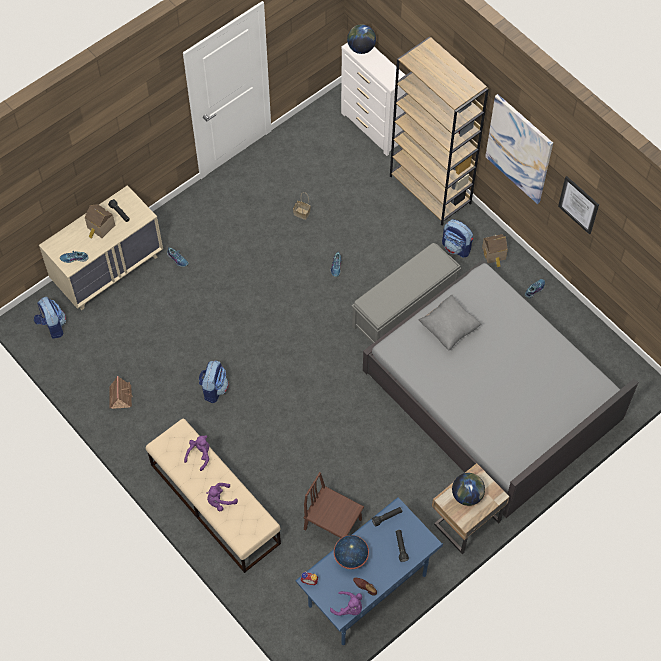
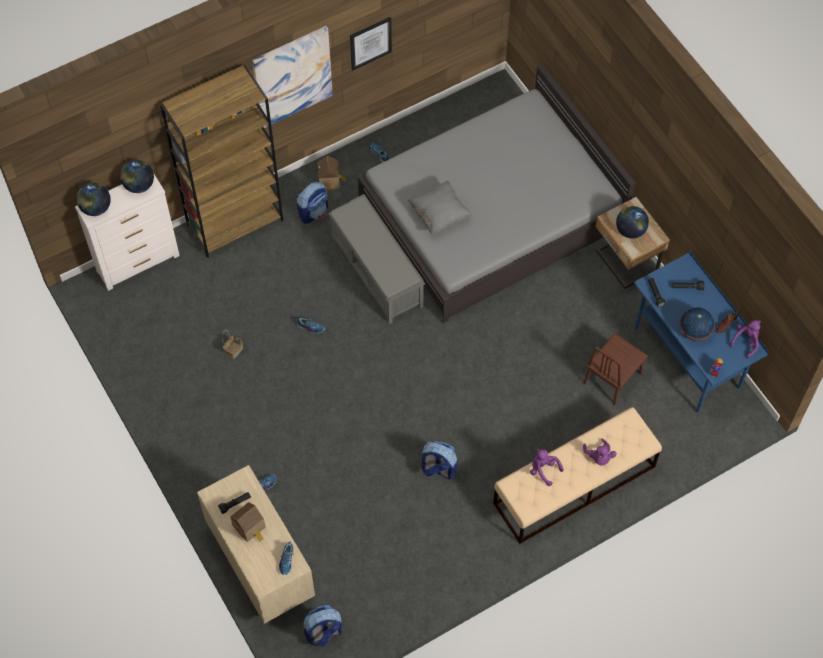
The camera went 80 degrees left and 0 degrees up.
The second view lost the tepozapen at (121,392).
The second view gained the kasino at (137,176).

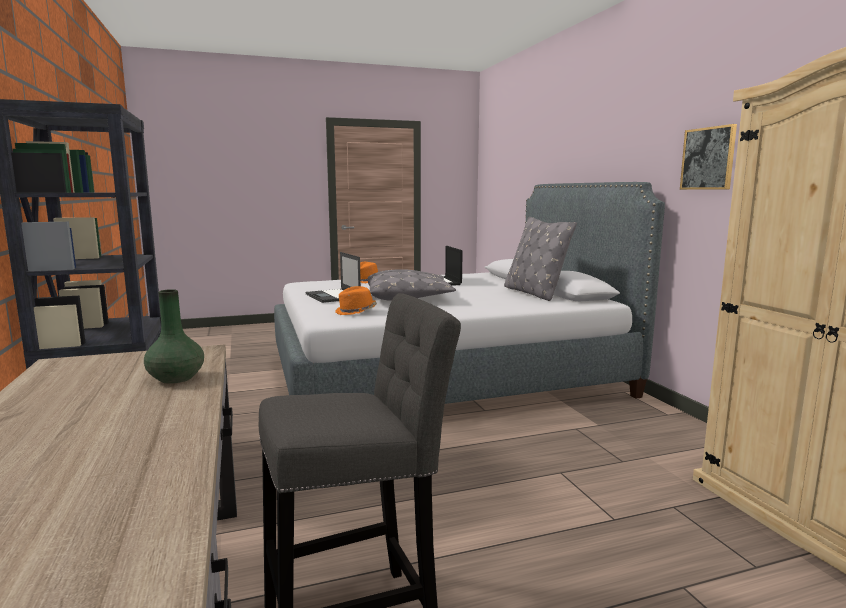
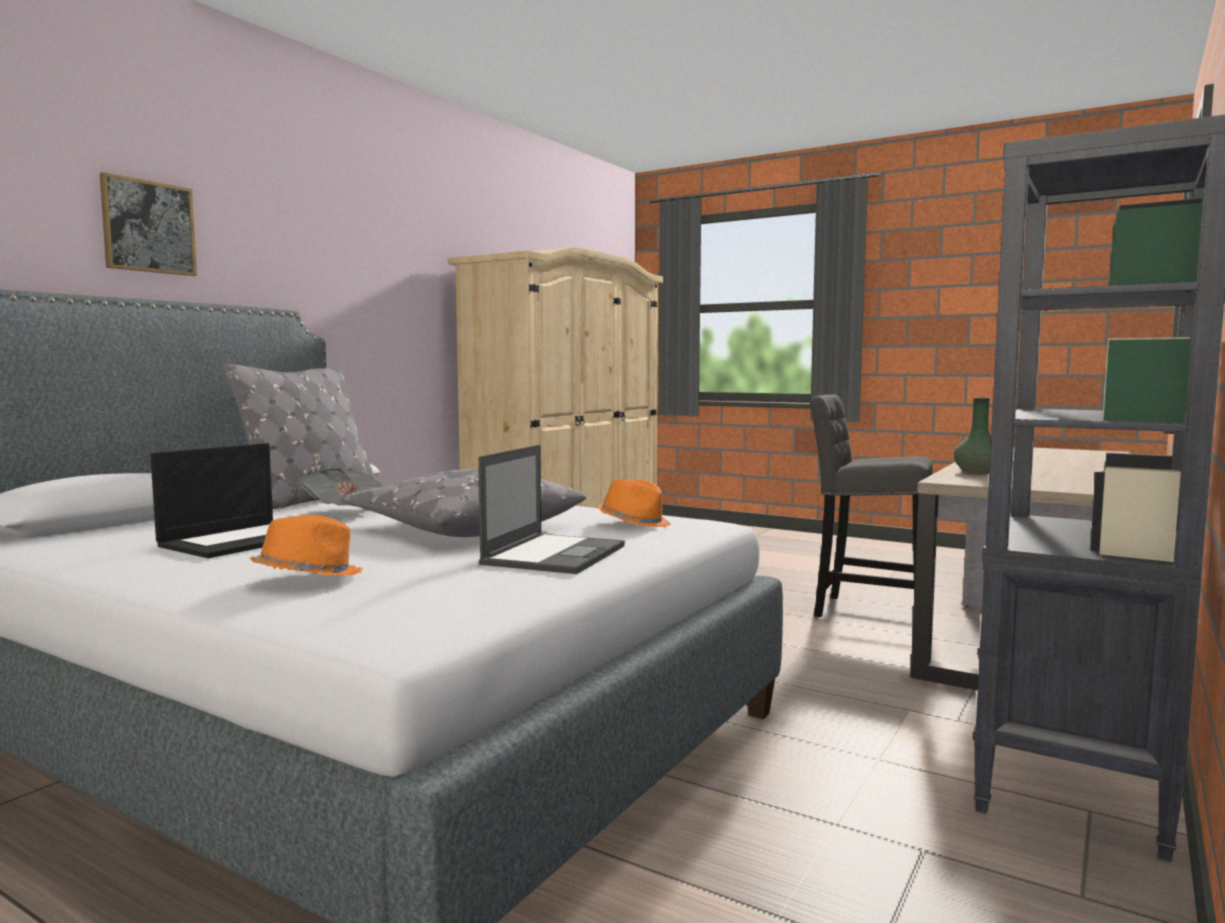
The camera went 130 degrees left and 5 degrees down.
The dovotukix ended up elsewhere, having gone from (708,157) to (148,224).
The second view gained the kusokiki at (340,487).

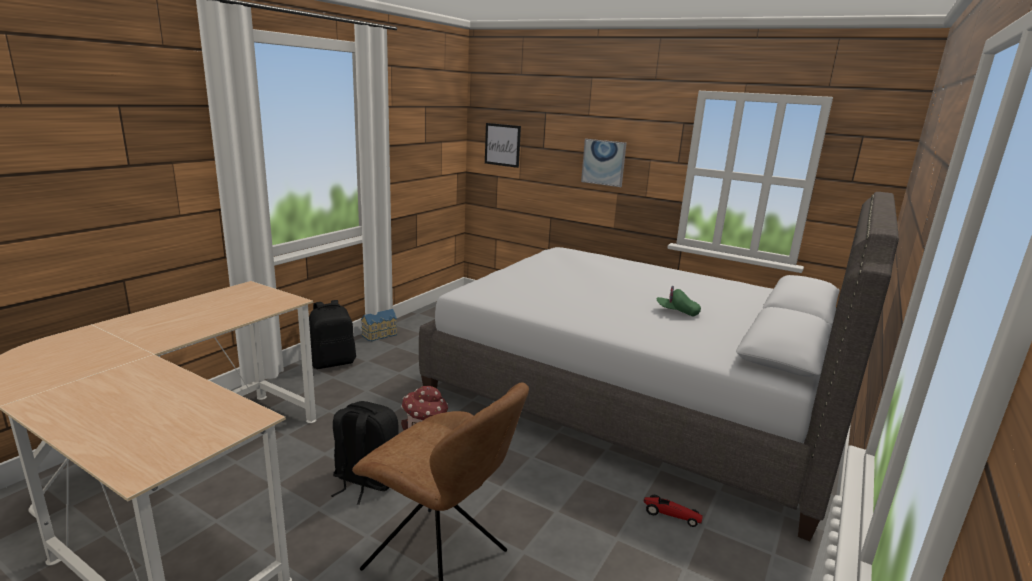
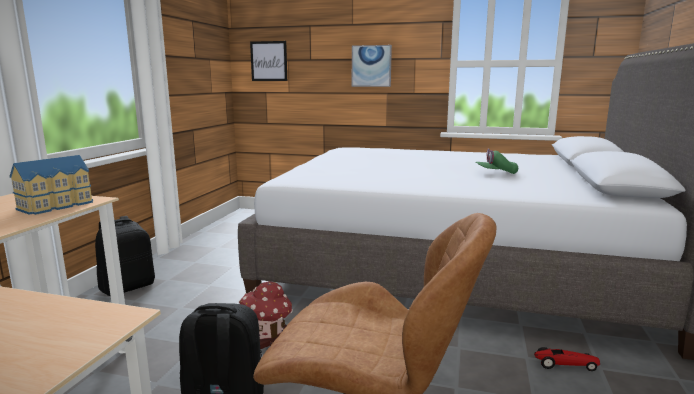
The camera went 15 degrees left and 5 degrees down.
The tepozapen ended up elsewhere, having gone from (379,325) to (51,185).

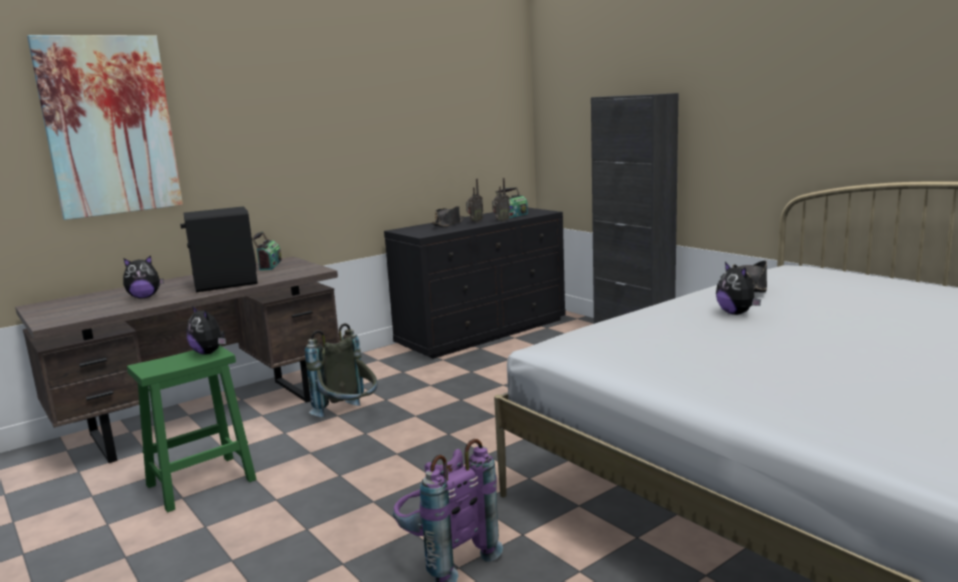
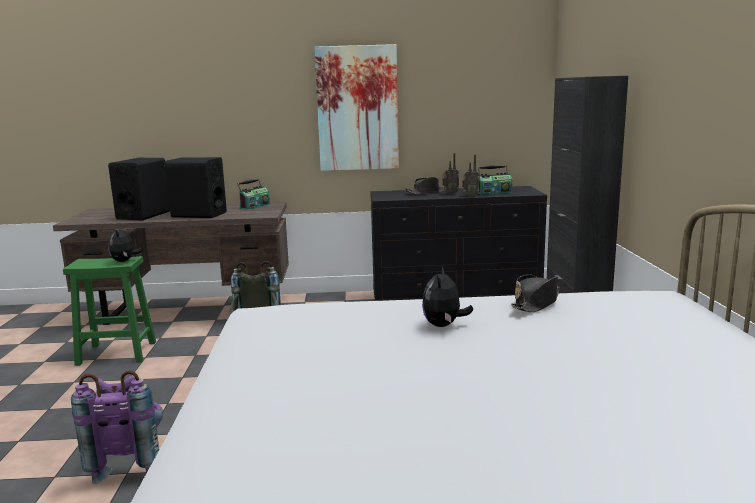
The camera went 35 degrees right and 0 degrees up.
The dovotukix ended up elsewhere, having gone from (105,127) to (356,107).
Where the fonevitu stood at (143,276), the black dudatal came to stand at (139,189).

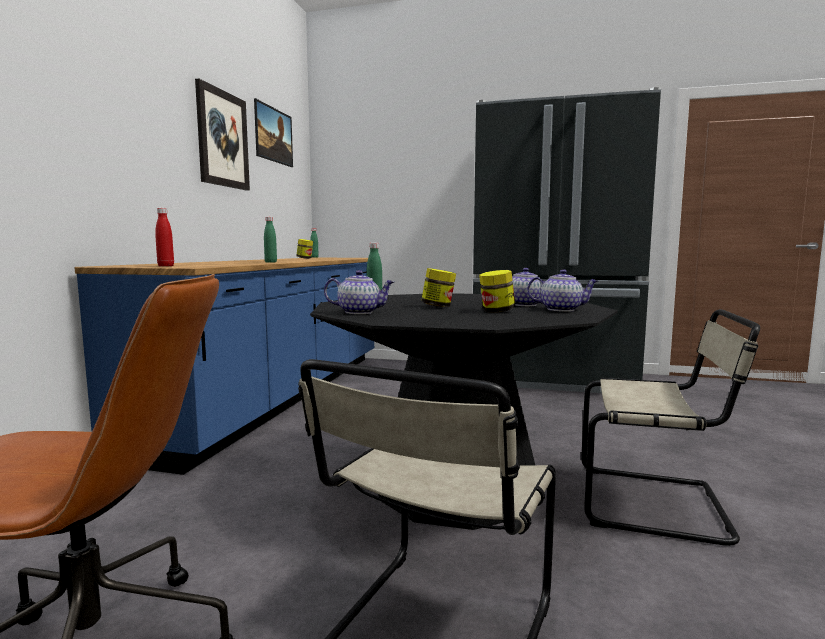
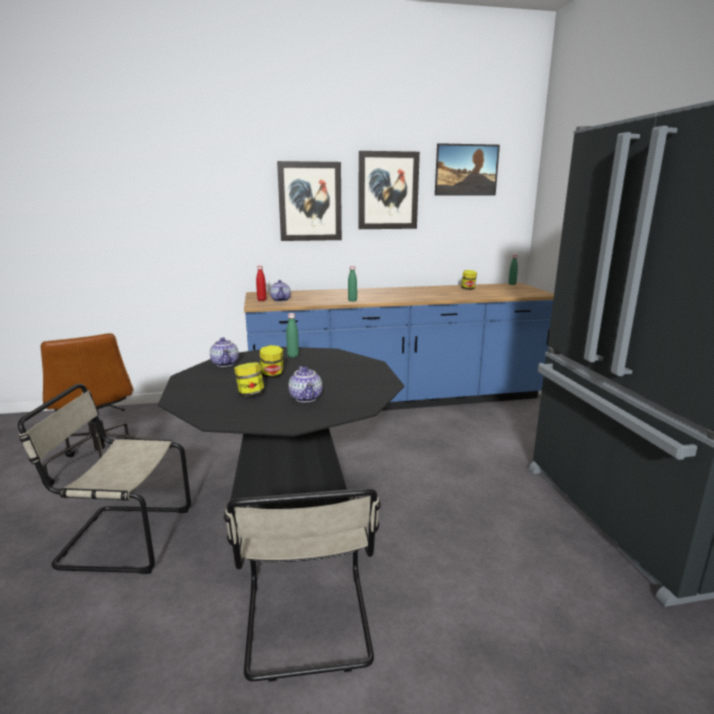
The camera went 65 degrees right and 10 degrees up.
The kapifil ended up elsewhere, having gone from (562,290) to (280,291).
The second view gained the dovotukix at (309,201).

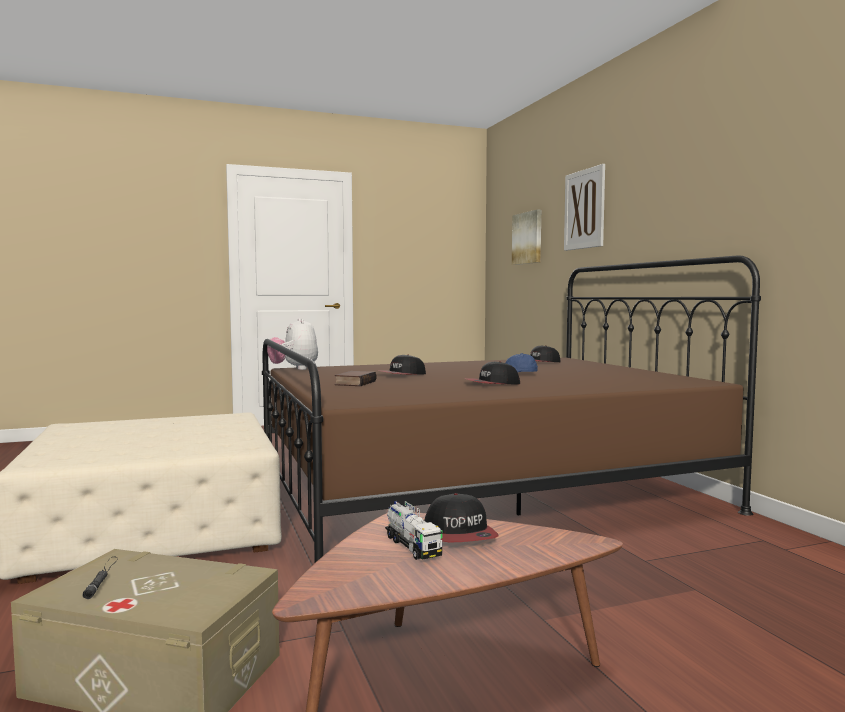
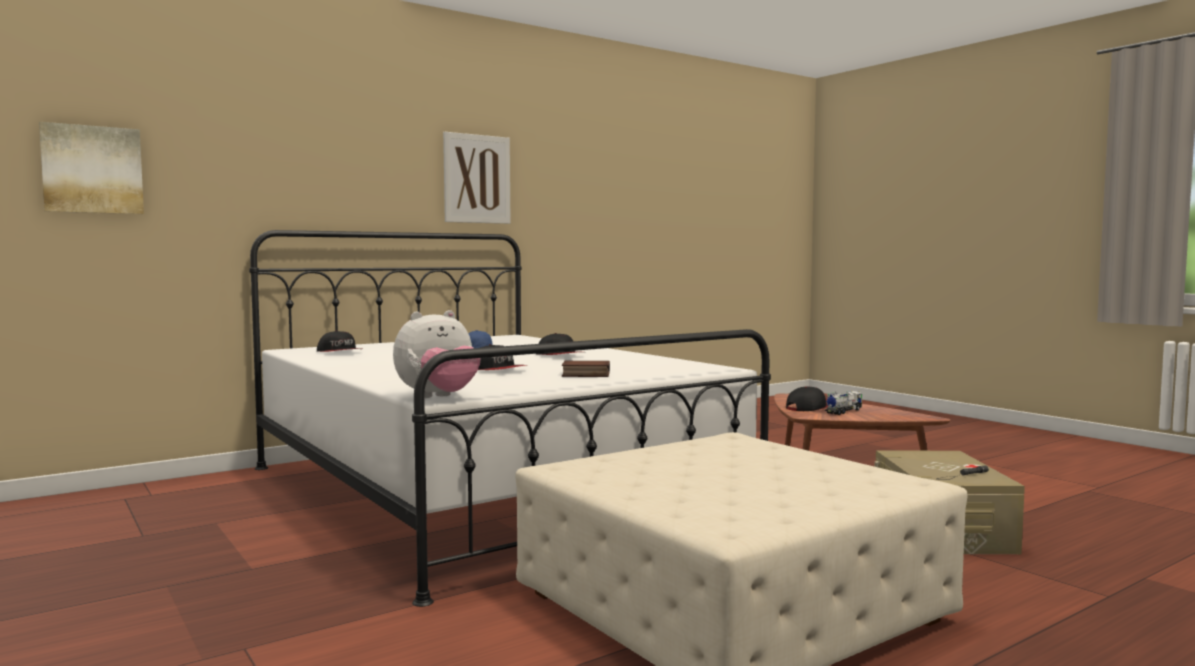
The camera went 105 degrees left and 0 degrees up.
The dovotukix ended up elsewhere, having gone from (584,207) to (477,178).
What was the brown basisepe at (511,409) turned into the white basisepe at (510,418).

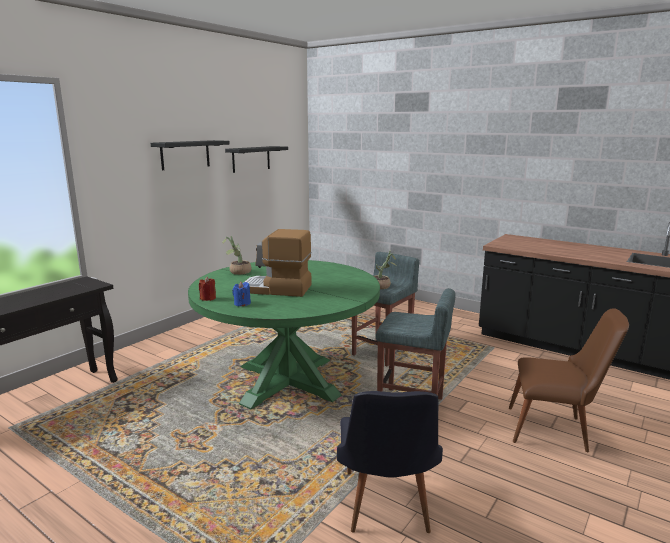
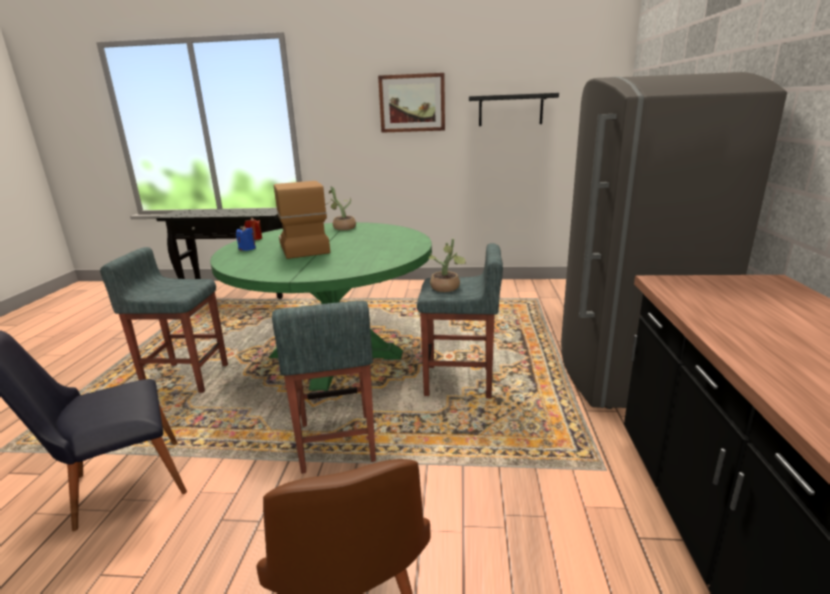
The camera went 60 degrees right and 5 degrees up.
Where the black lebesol hung at (190,155), the dovotukix came to hang at (411,103).
The second view gained the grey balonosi at (674,240).
The second view gained the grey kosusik at (164,320).

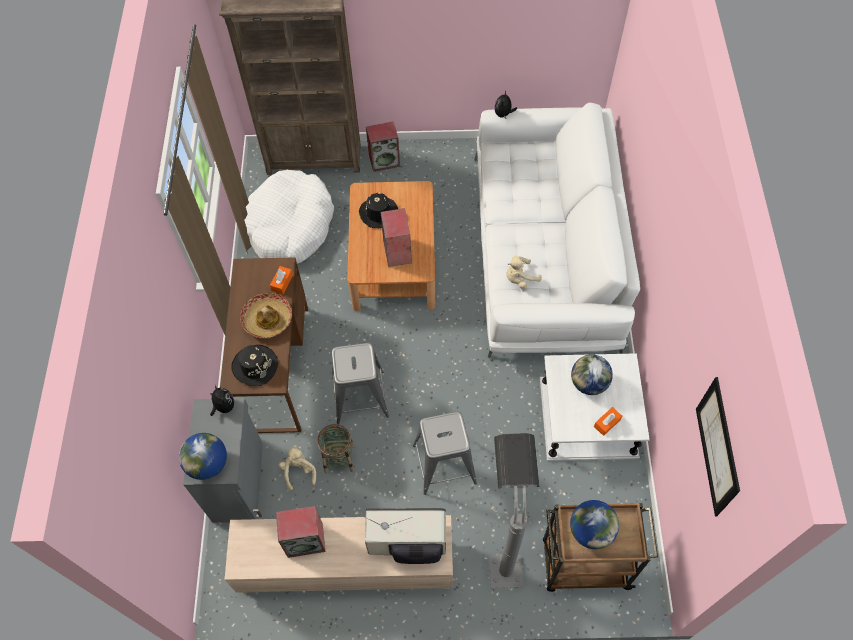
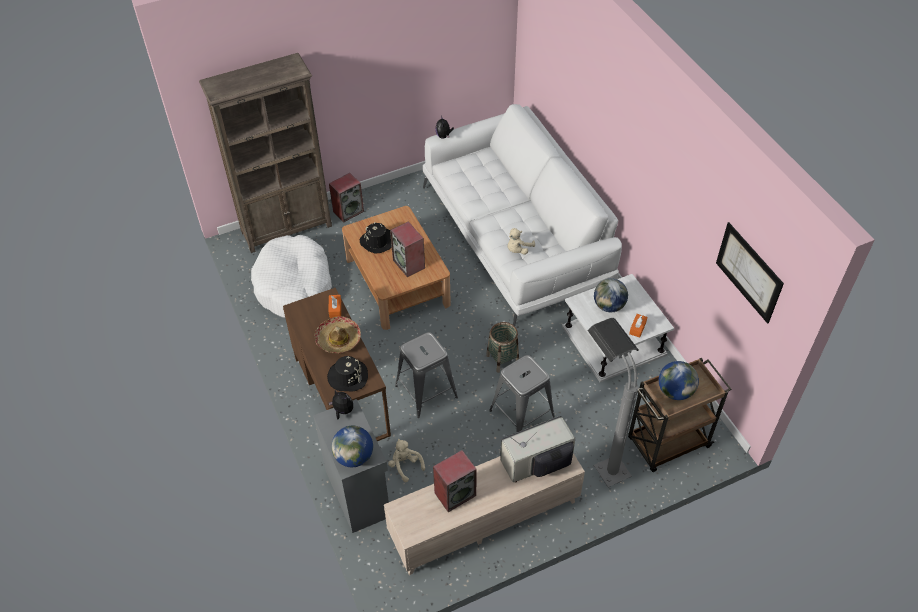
The camera went 25 degrees left and 10 degrees down.
The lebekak ended up elsewhere, having gone from (335,448) to (502,347).

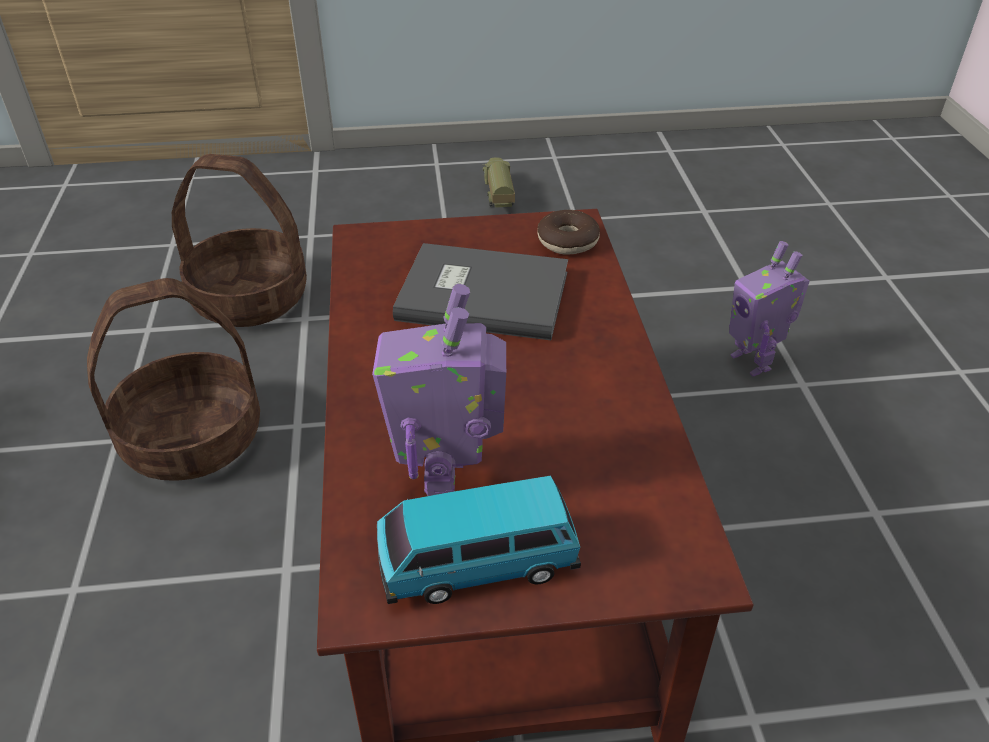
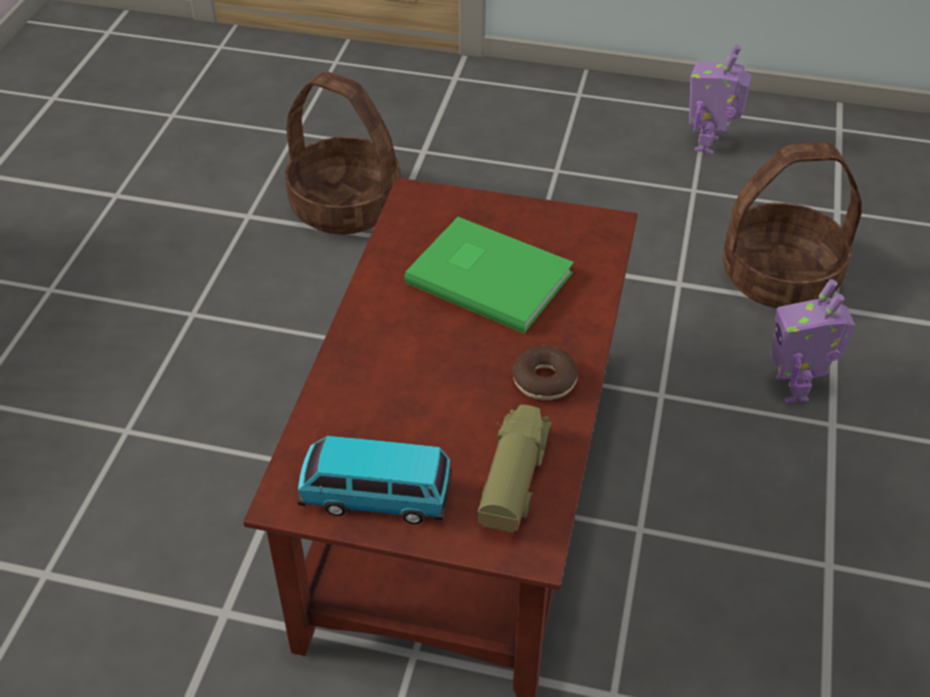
The camera went 20 degrees right and 5 degrees up.
The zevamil ended up elsewhere, having gone from (499,182) to (514,469).
The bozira ended up elsewhere, having gone from (568,232) to (545,373).
What was the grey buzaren at (480,291) turned into the green buzaren at (489,275).
The lebekak ended up elsewhere, having gone from (173,379) to (792,225).
The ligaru ended up elsewhere, having gone from (439,390) to (720,99).

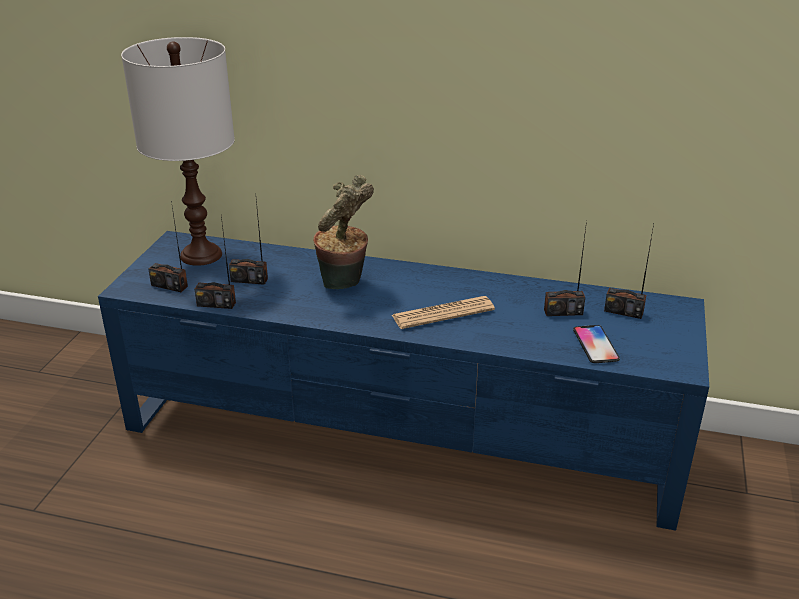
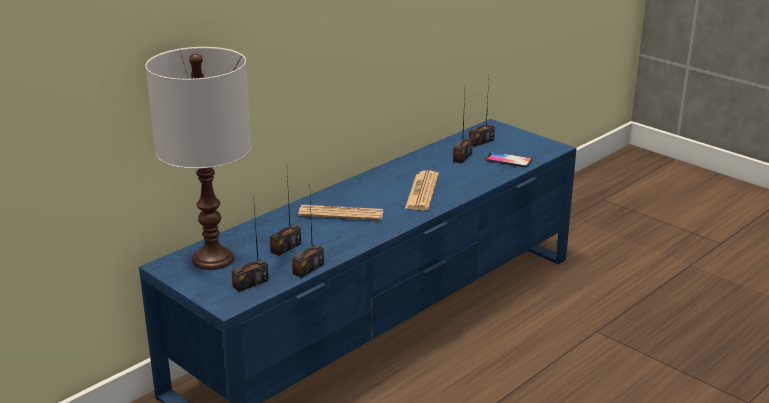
The camera went 60 degrees left and 5 degrees down.
Where the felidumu stood at (343,232), the kusokiki came to stand at (341,212).

